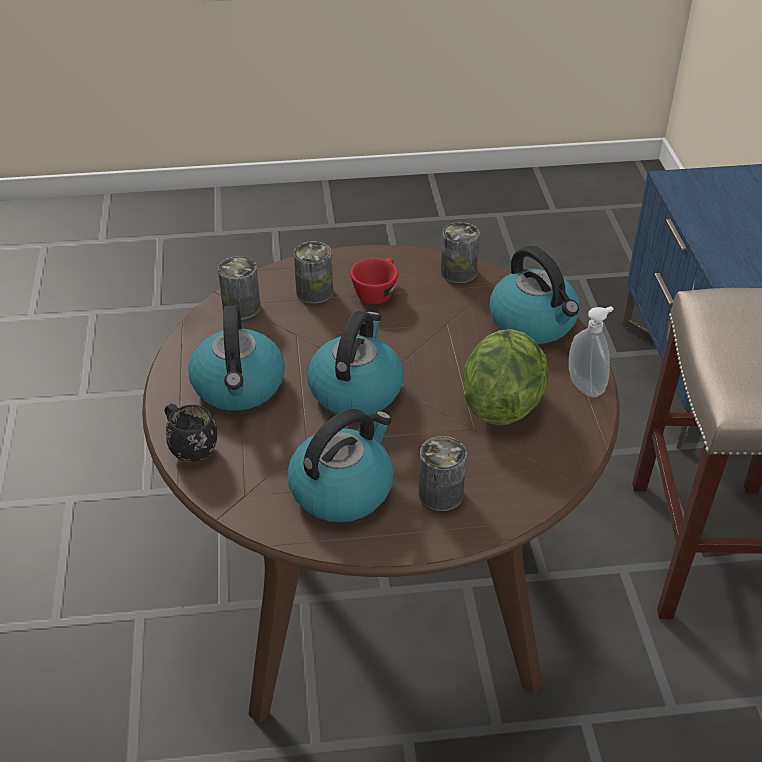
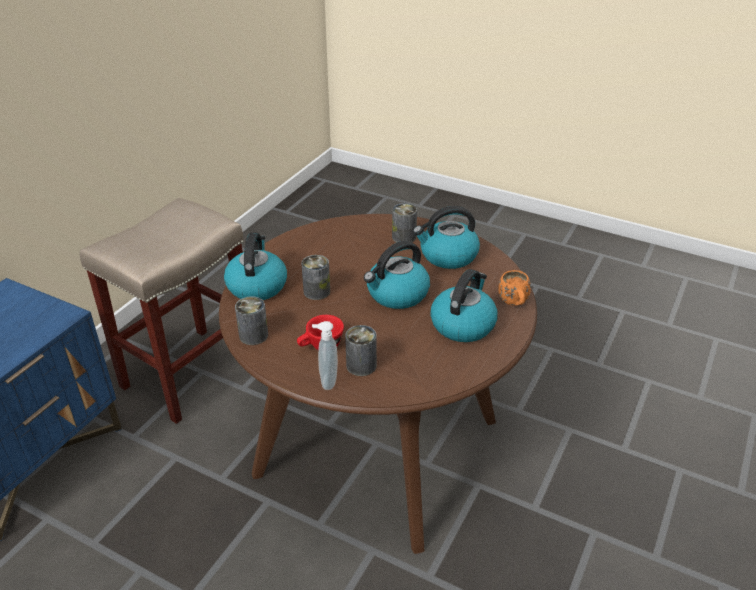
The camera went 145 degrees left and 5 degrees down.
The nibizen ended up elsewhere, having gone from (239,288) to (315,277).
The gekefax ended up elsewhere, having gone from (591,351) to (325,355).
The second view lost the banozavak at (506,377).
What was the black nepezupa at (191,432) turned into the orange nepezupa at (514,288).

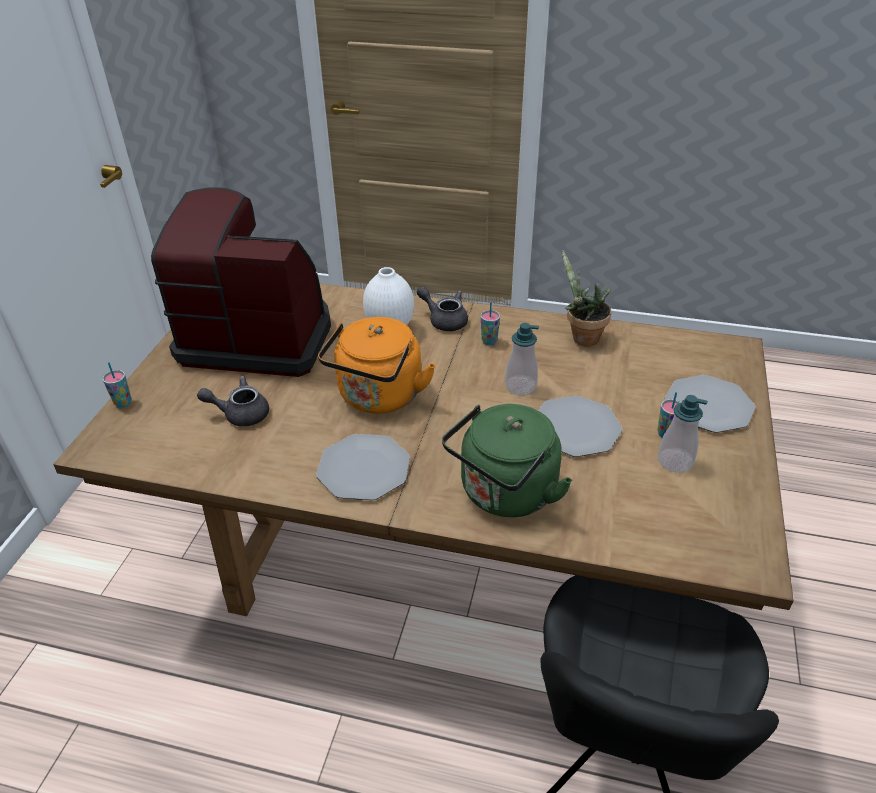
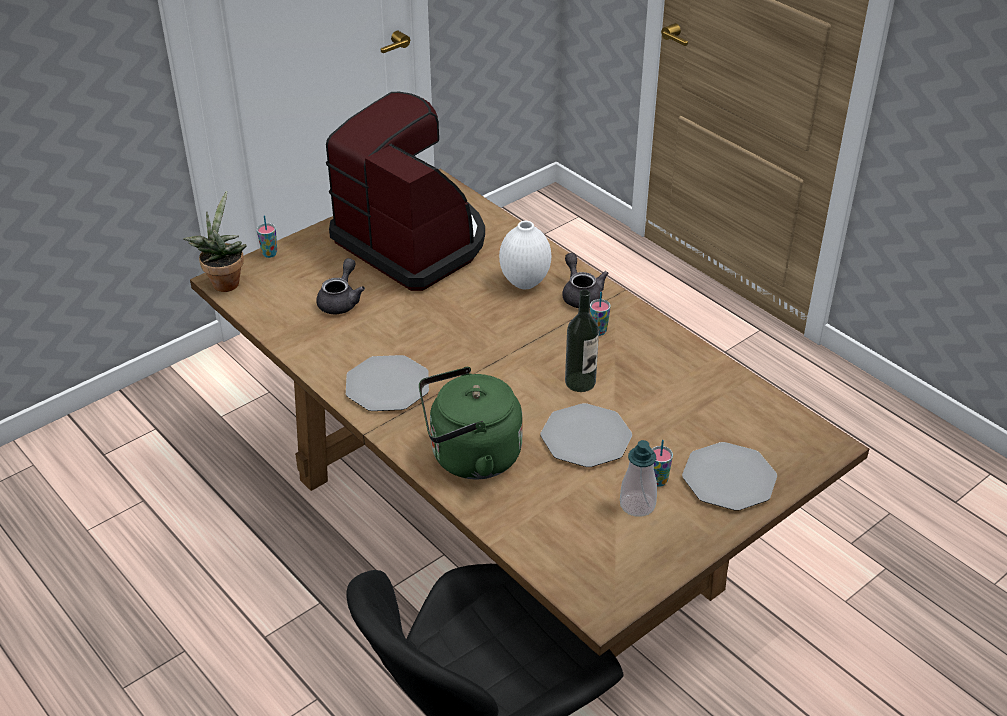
The camera went 35 degrees right and 0 degrees up.
The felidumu ended up elsewhere, having gone from (586,298) to (215,241).
The second view lost the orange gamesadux at (376,365).
Where the gekefax stood at (522,359), the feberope came to stand at (582,341).
The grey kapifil at (233,401) ended up facing another way, 75 degrees clockwise from before.

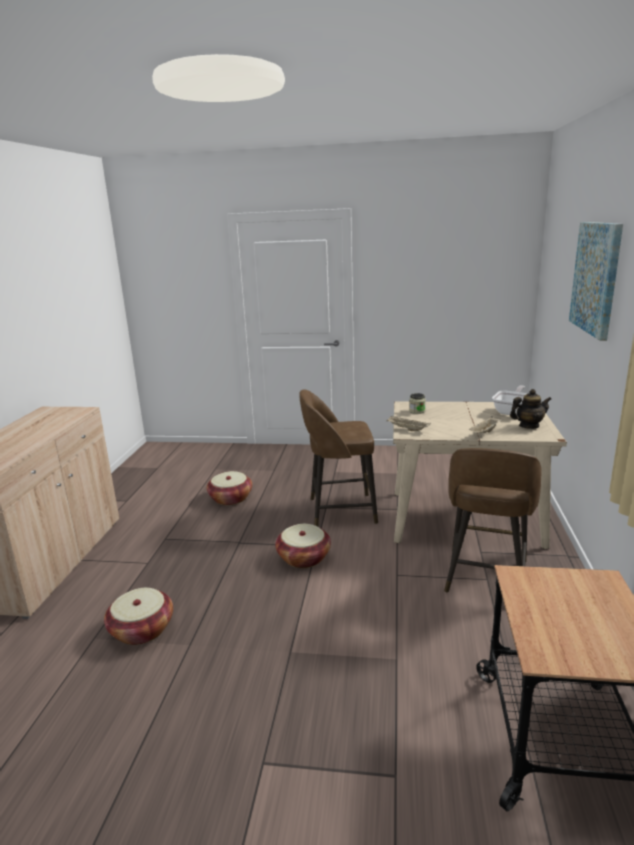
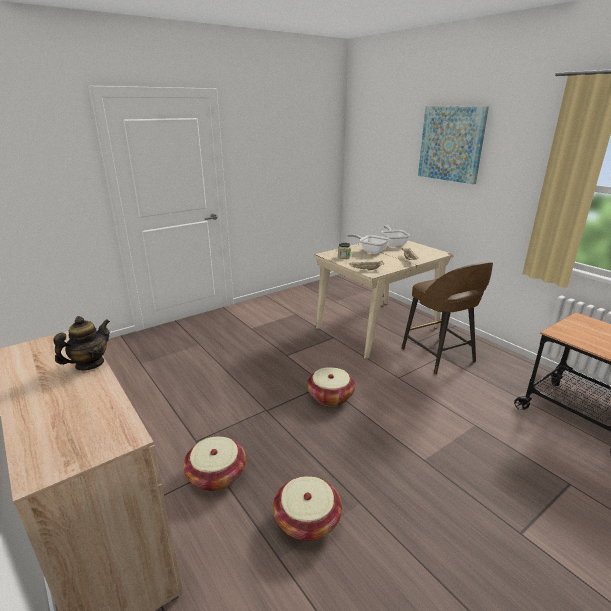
The camera went 45 degrees left and 5 degrees up.
The second view lost the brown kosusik at (339,458).
The kapifil ended up elsewhere, having gone from (530,409) to (81,343).
The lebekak ended up elsewhere, having gone from (229,488) to (214,463).
The second view gained the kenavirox at (368,244).

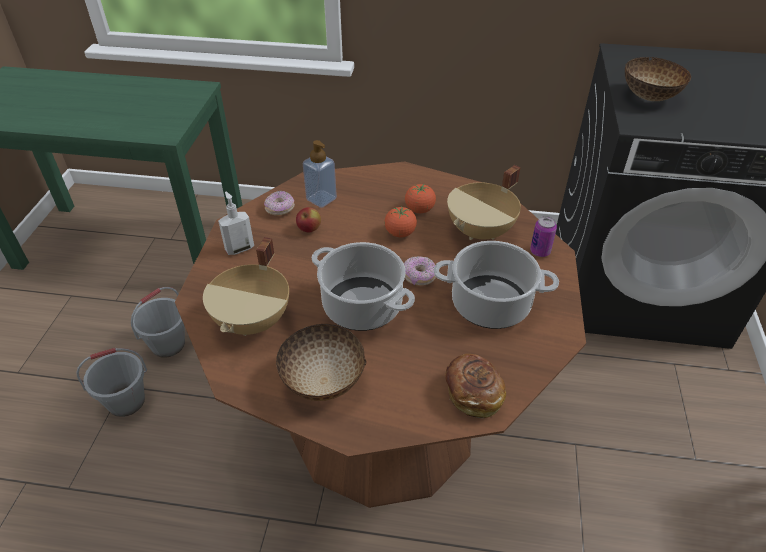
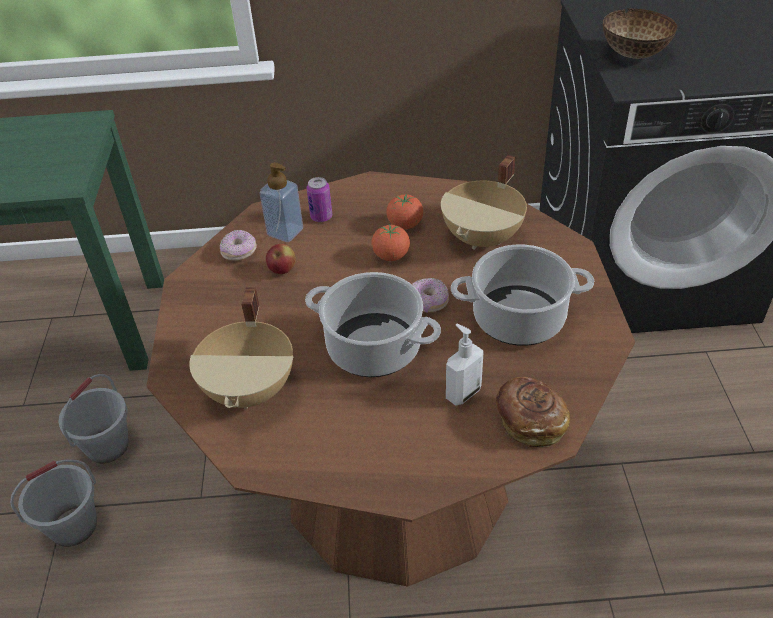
The camera went 10 degrees left and 0 degrees up.
The gekefax ended up elsewhere, having gone from (236,223) to (465,365).
The nibizen ended up elsewhere, having gone from (543,236) to (319,199).
The second view lost the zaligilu at (321,362).

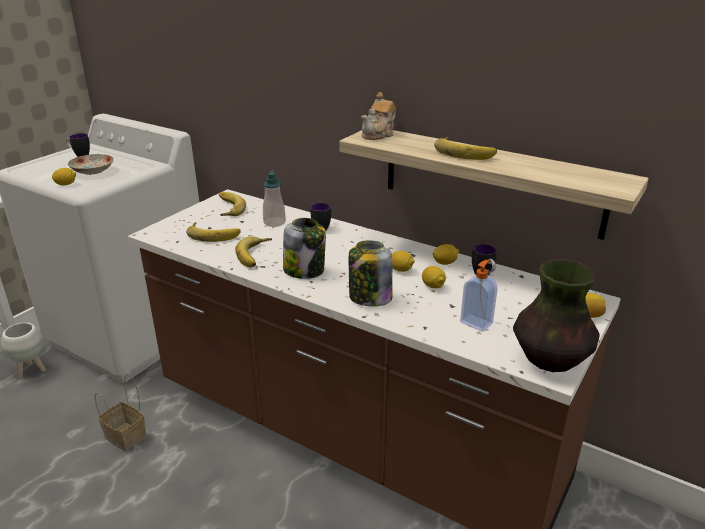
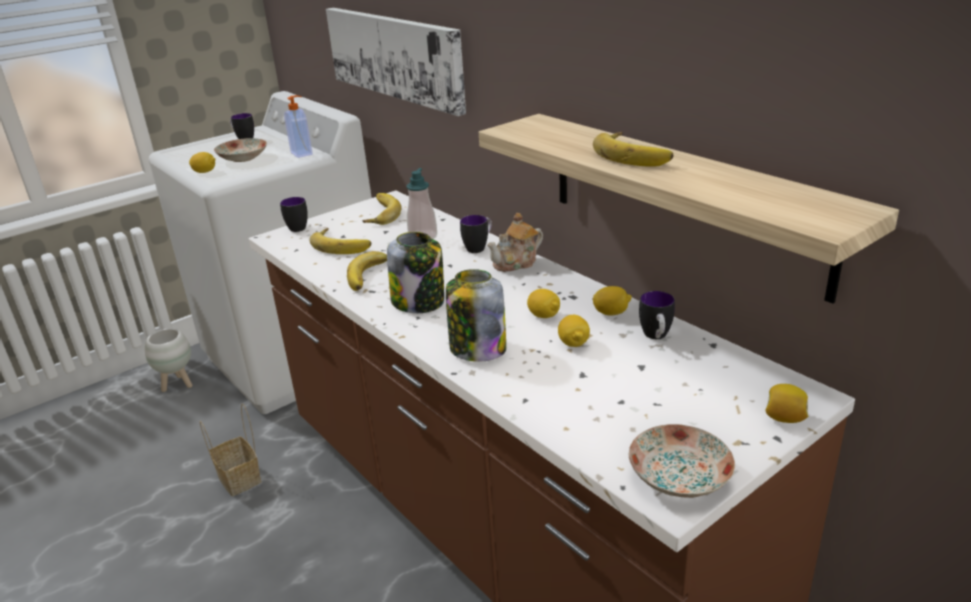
The camera went 20 degrees right and 0 degrees up.
The kapifil ended up elsewhere, having gone from (378,116) to (515,242).
Where the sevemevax stood at (556,315), the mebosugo came to stand at (682,461).
The gekefax ended up elsewhere, having gone from (479,296) to (298,126).
The second view gained the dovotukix at (396,62).
The second view gained the nepezupa at (294,214).

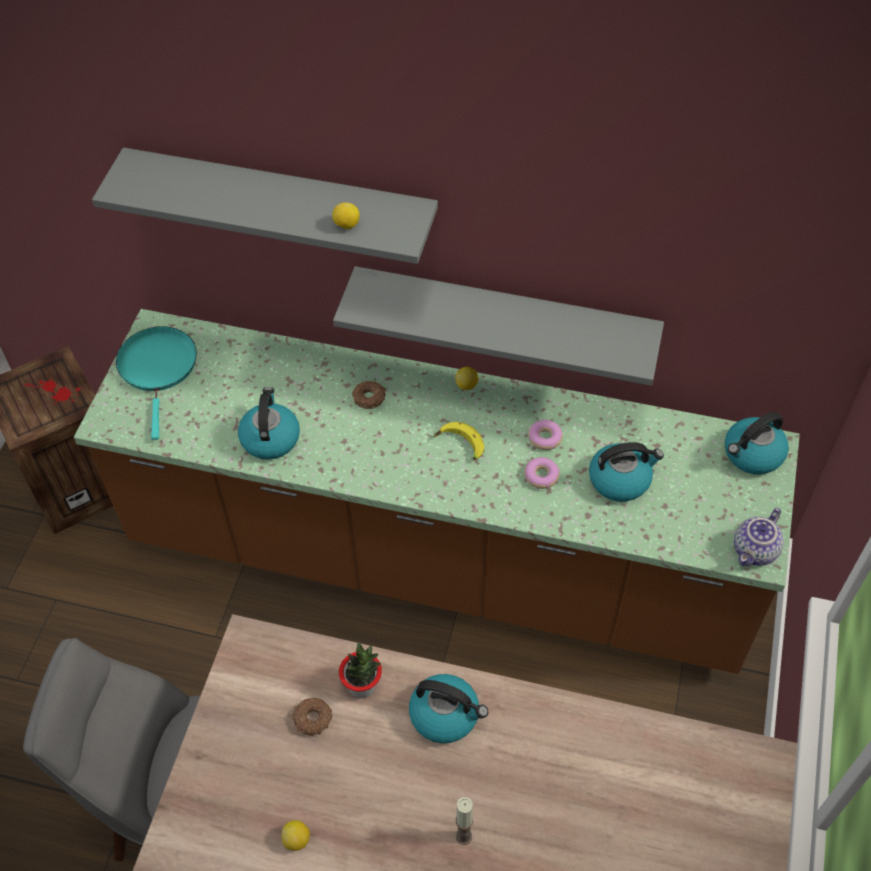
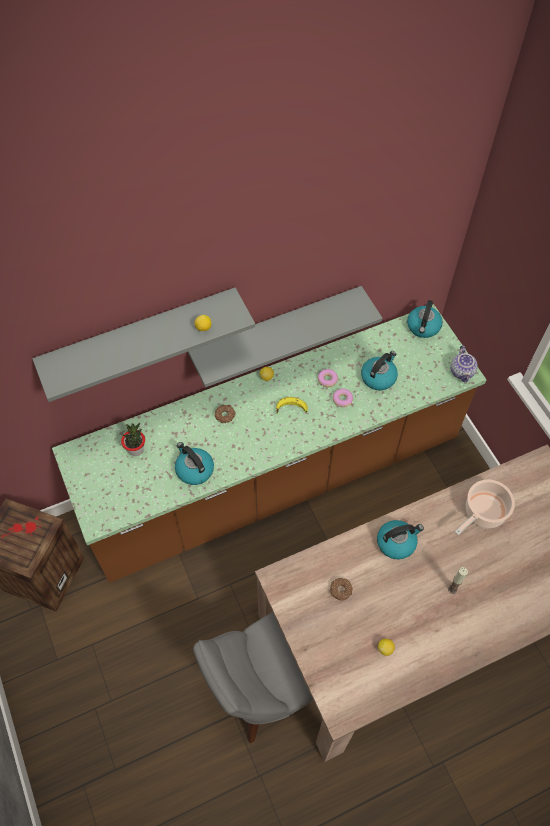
The camera went 40 degrees left and 5 degrees up.
The second view lost the turquoise kenavirox at (156,383).
The felidumu ended up elsewhere, having gone from (360,670) to (133,439).
The second view gained the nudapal at (485,507).

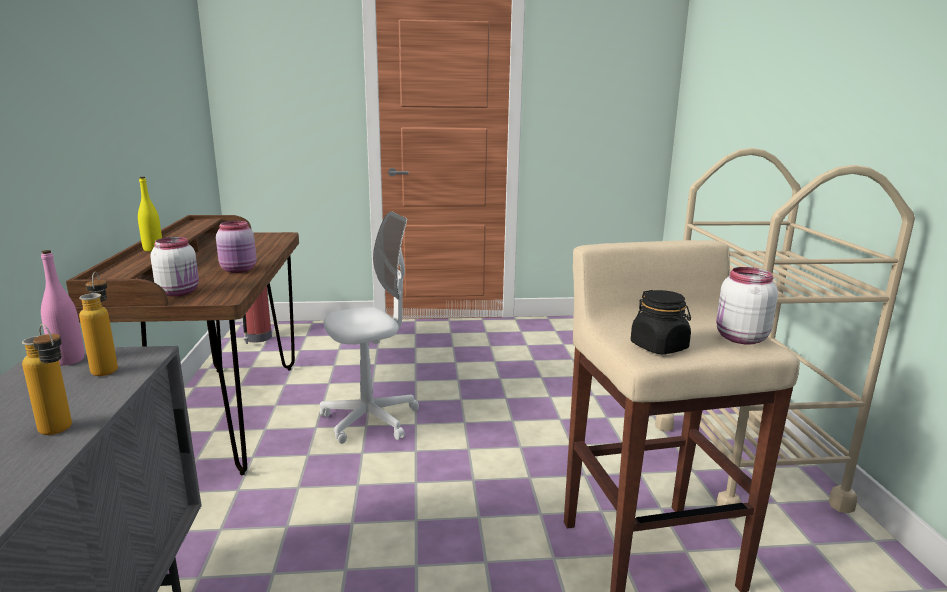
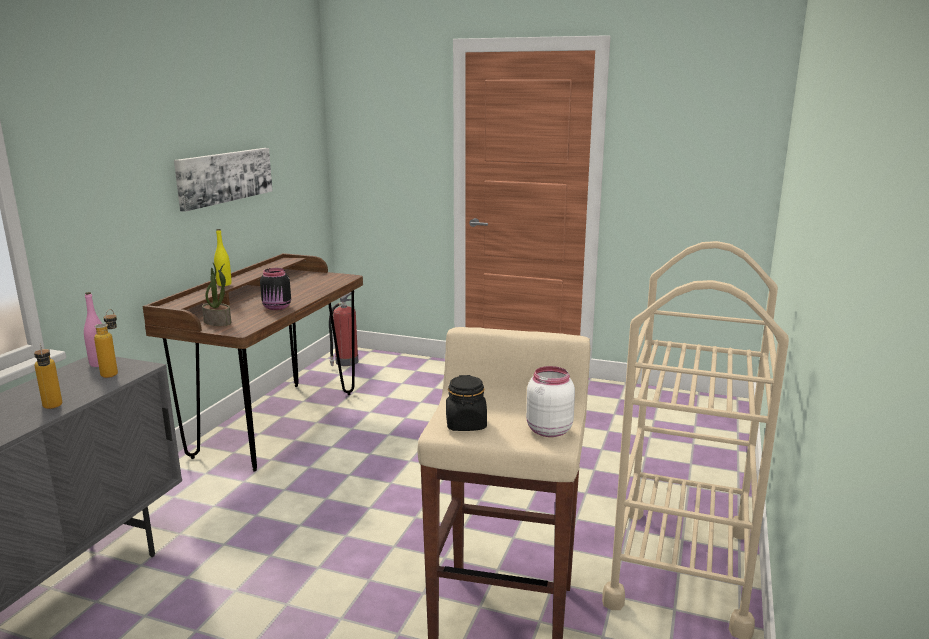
The camera went 25 degrees right and 0 degrees up.
The second view lost the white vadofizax at (369,327).
What was the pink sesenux at (236,247) turned into the black sesenux at (275,289).
Where the white sesenux stood at (174,266), the felidumu came to stand at (217,294).
The second view gained the dovotukix at (223,180).

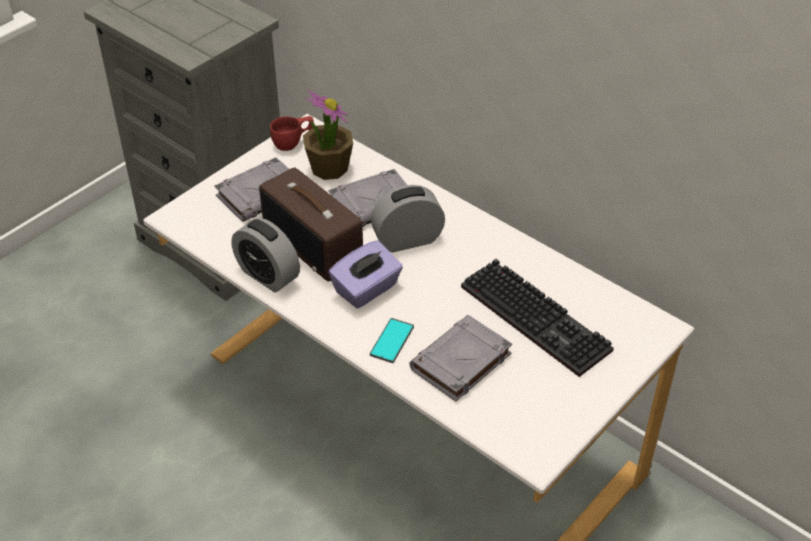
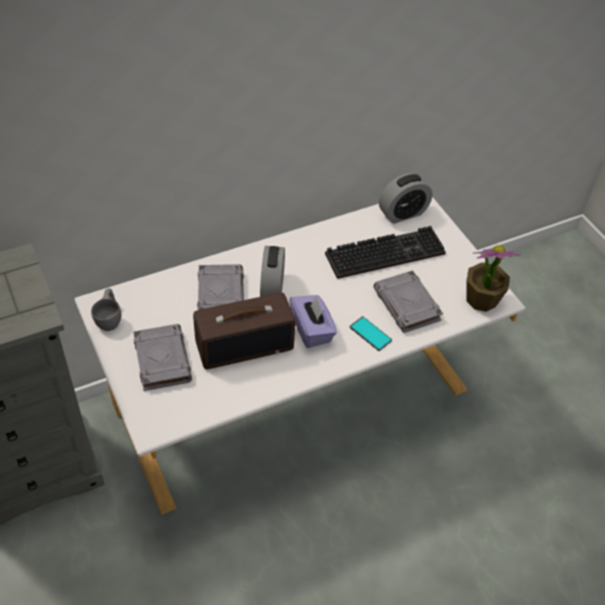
The camera went 70 degrees left and 5 degrees up.
The felidumu ended up elsewhere, having gone from (328,134) to (493,278).
What was the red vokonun at (292,133) turned into the grey vokonun at (106,309).
The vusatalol ended up elsewhere, having gone from (265,255) to (406,198).

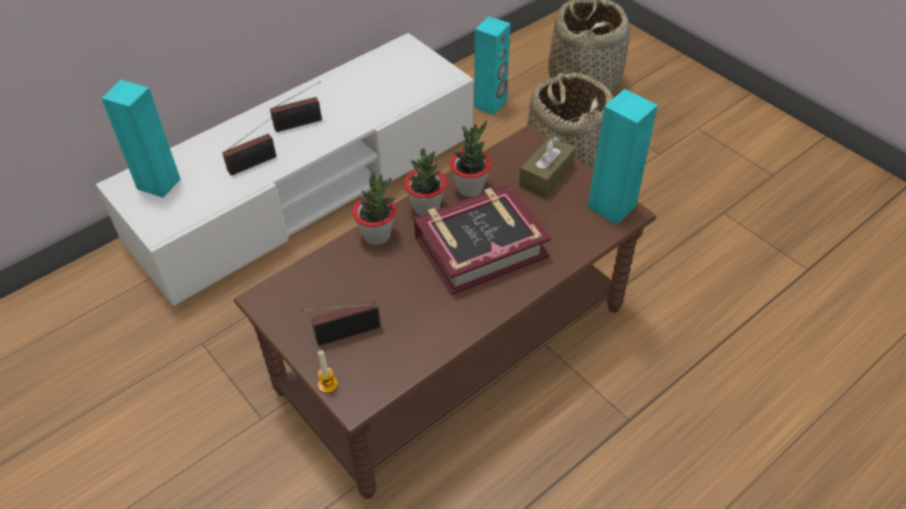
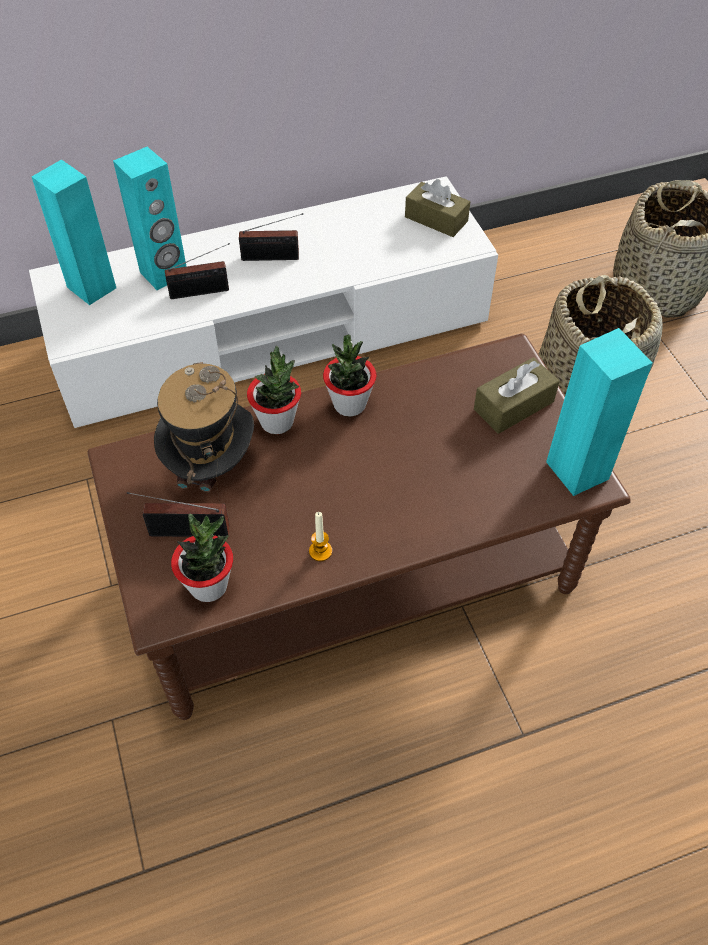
The camera went 20 degrees right and 5 degrees up.
The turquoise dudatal ended up elsewhere, having gone from (492,65) to (150,218).
The felidumu ended up elsewhere, having gone from (470,158) to (202,557).
The second view lost the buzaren at (482,239).
The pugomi ended up elsewhere, having gone from (328,371) to (320,536).
The second view gained the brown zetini at (437,208).
The second view gained the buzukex at (204,429).

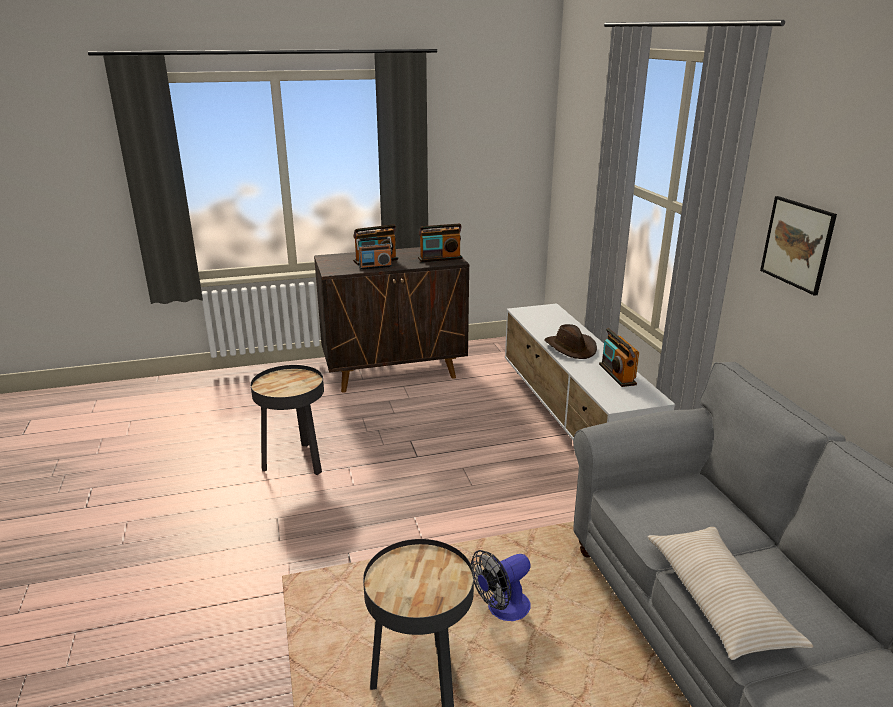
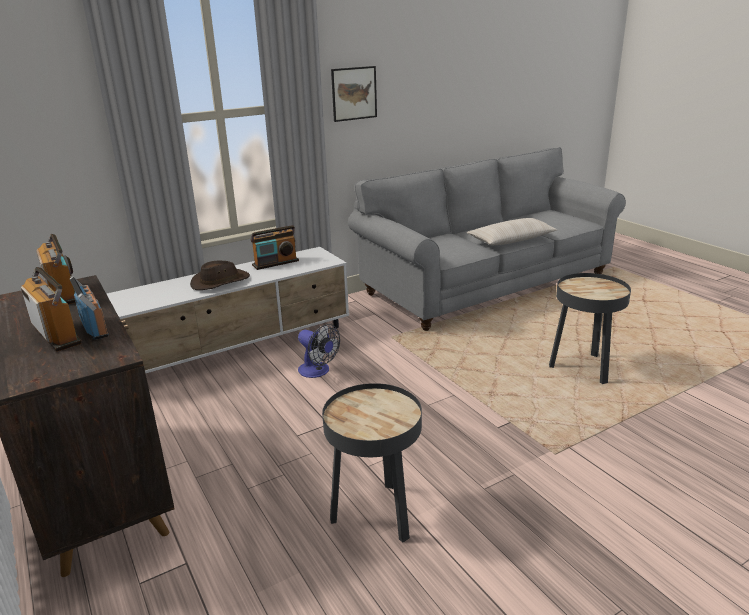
The camera went 105 degrees left and 0 degrees up.
The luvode ended up elsewhere, having gone from (501,585) to (319,351).

